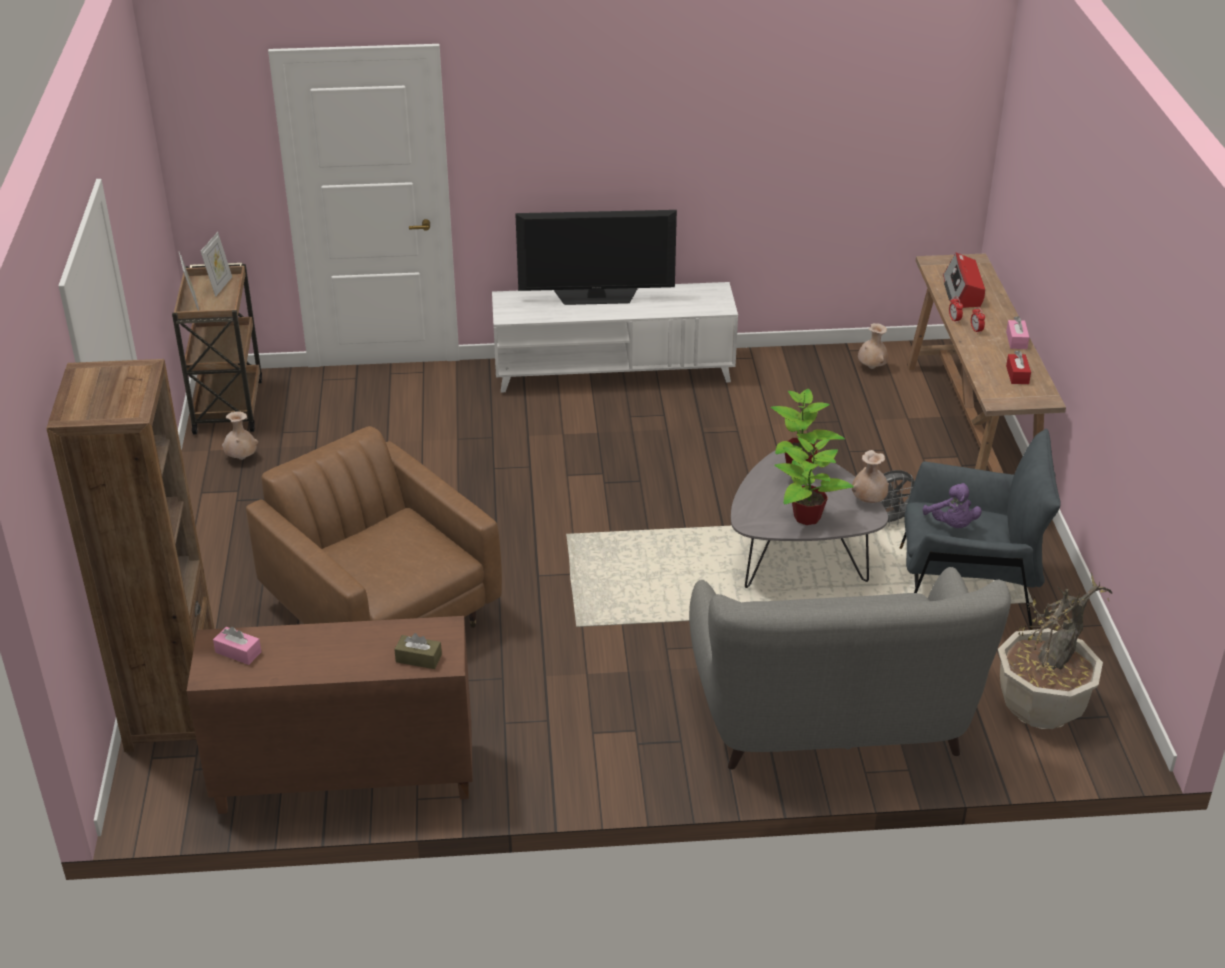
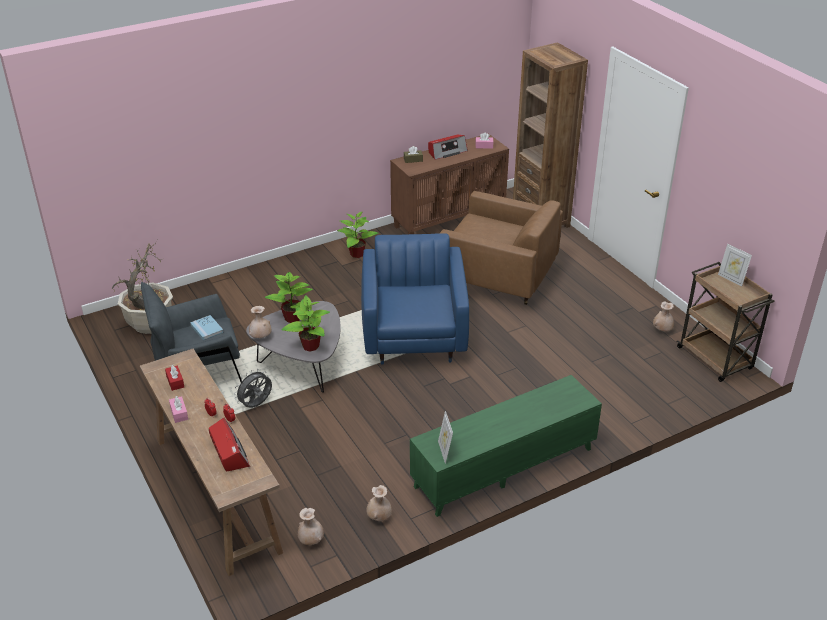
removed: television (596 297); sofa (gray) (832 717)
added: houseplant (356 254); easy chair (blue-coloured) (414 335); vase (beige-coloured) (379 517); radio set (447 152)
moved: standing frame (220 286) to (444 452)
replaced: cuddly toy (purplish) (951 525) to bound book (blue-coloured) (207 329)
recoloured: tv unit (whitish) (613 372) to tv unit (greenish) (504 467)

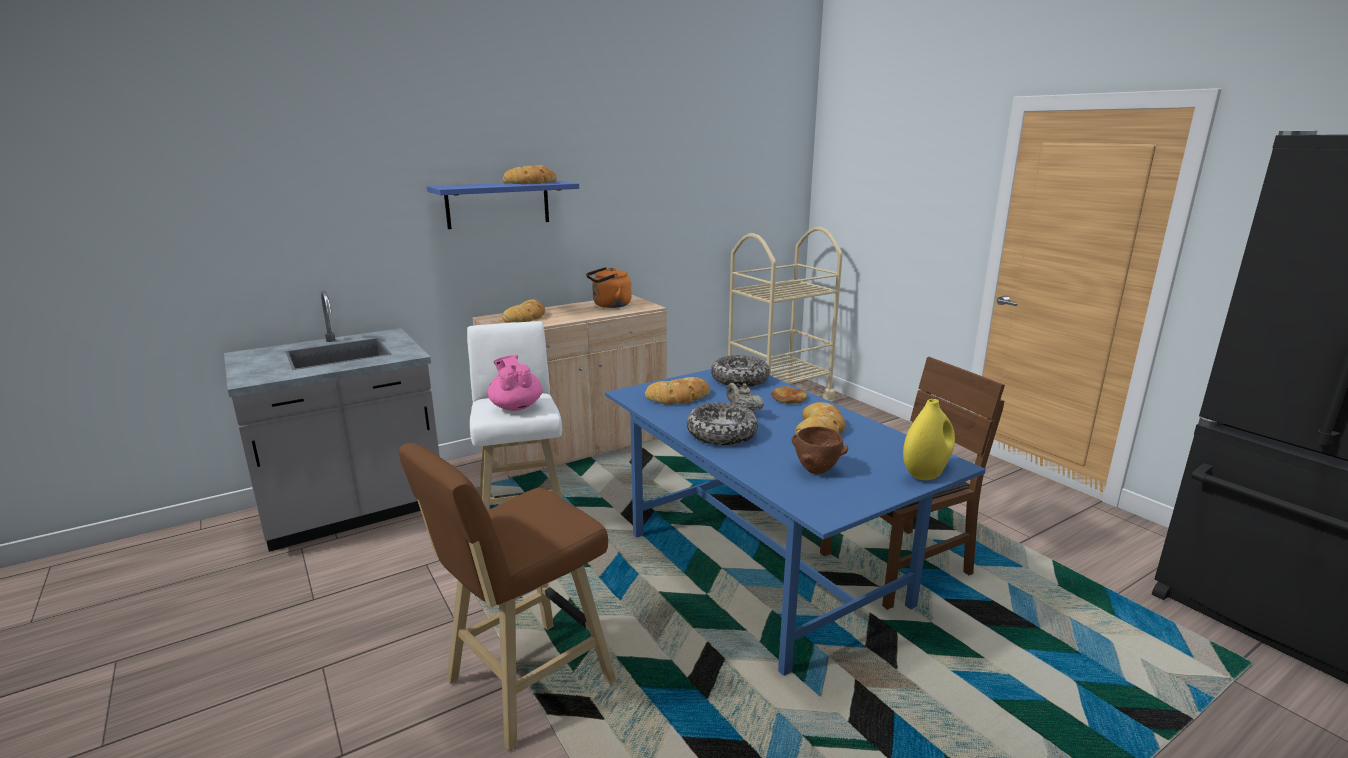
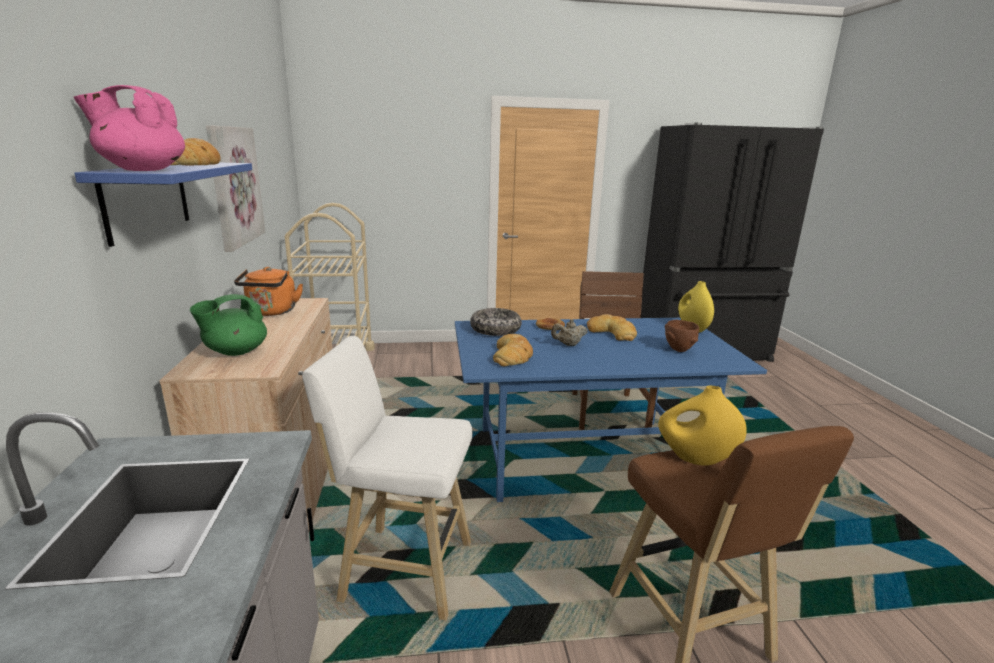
removed: bowl (721 434)
added: picture (234 186); vase (yellow-coloured) (695 459)
moved: pot for tea (pink-coloured) (516 406) to (142 170)
replaced: baked bread (527 317) to pot for tea (greenish) (235 352)

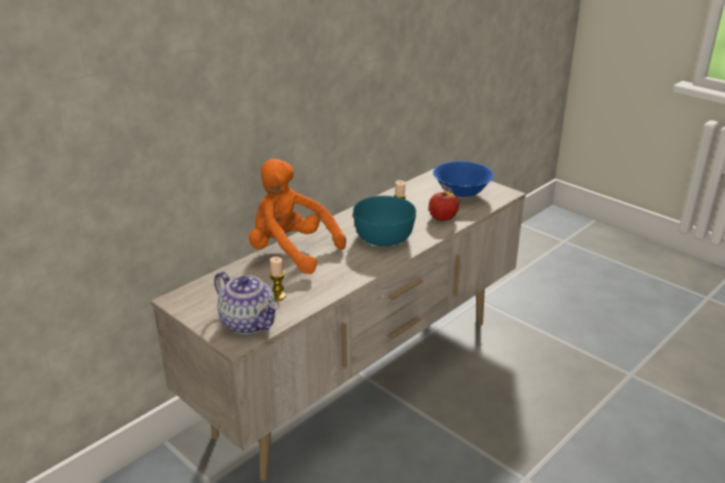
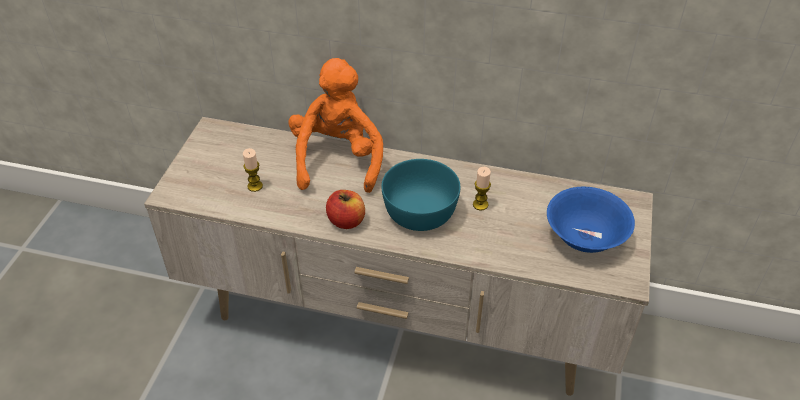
removed: pot for tea (249 322)
moved: apple fruit (442 217) to (346 221)

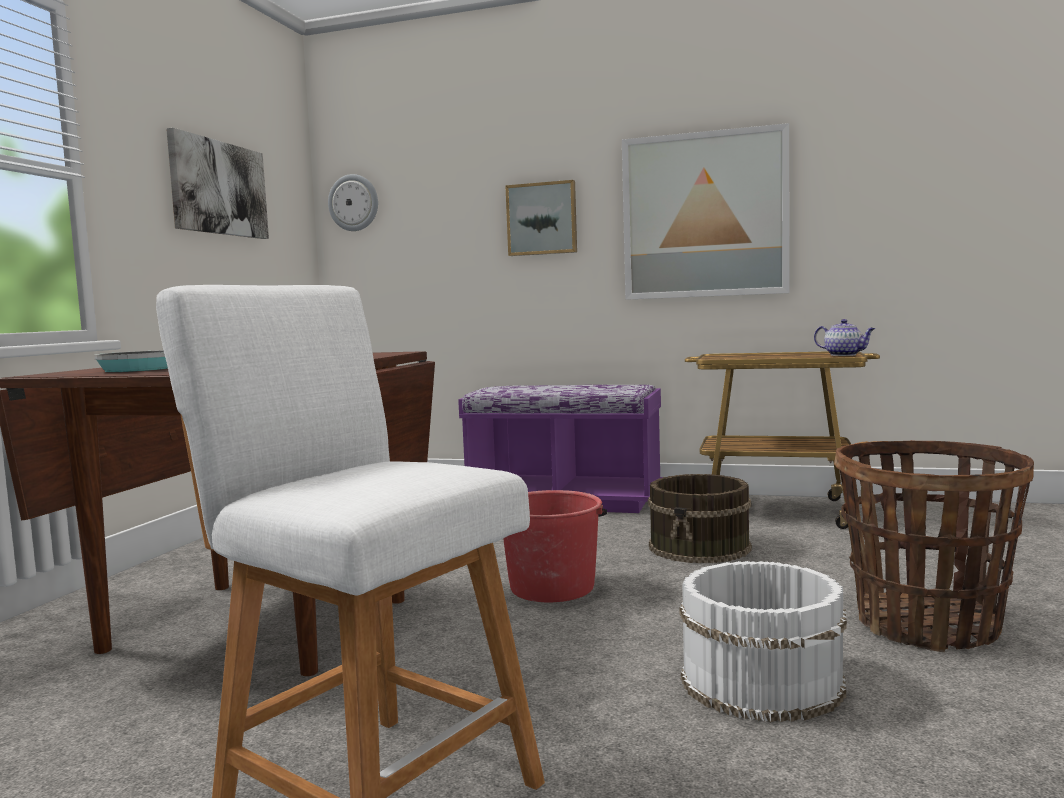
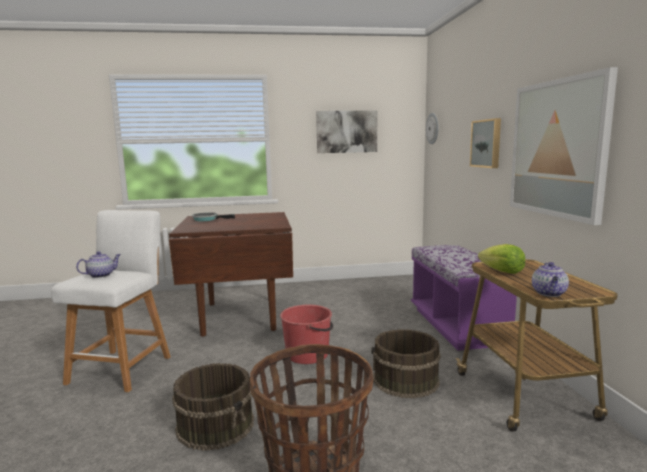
added: pot for tea (101 275); lettuce (502 272)
recoloured: water bucket (whitish) (760 681) to water bucket (brown-coloured) (216 424)

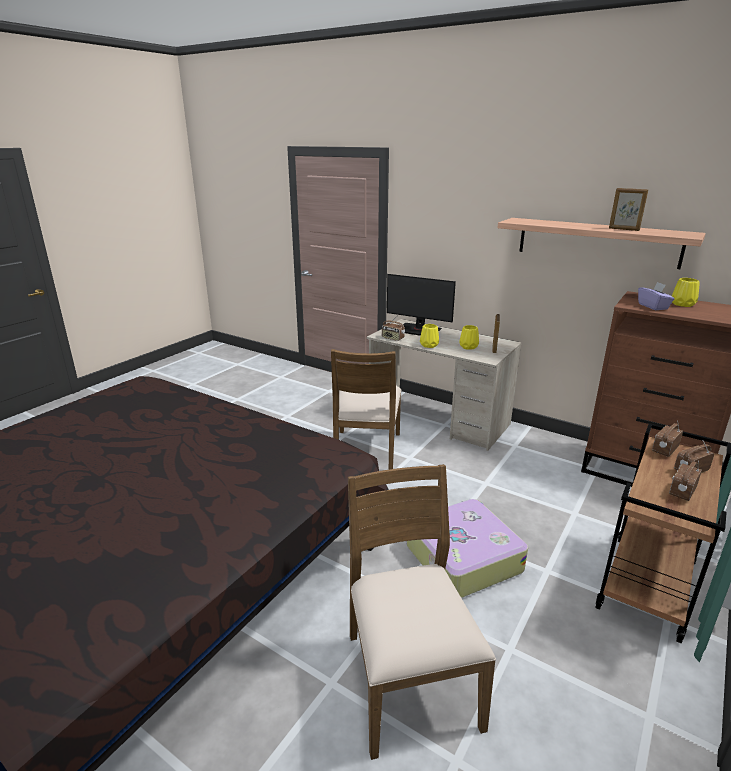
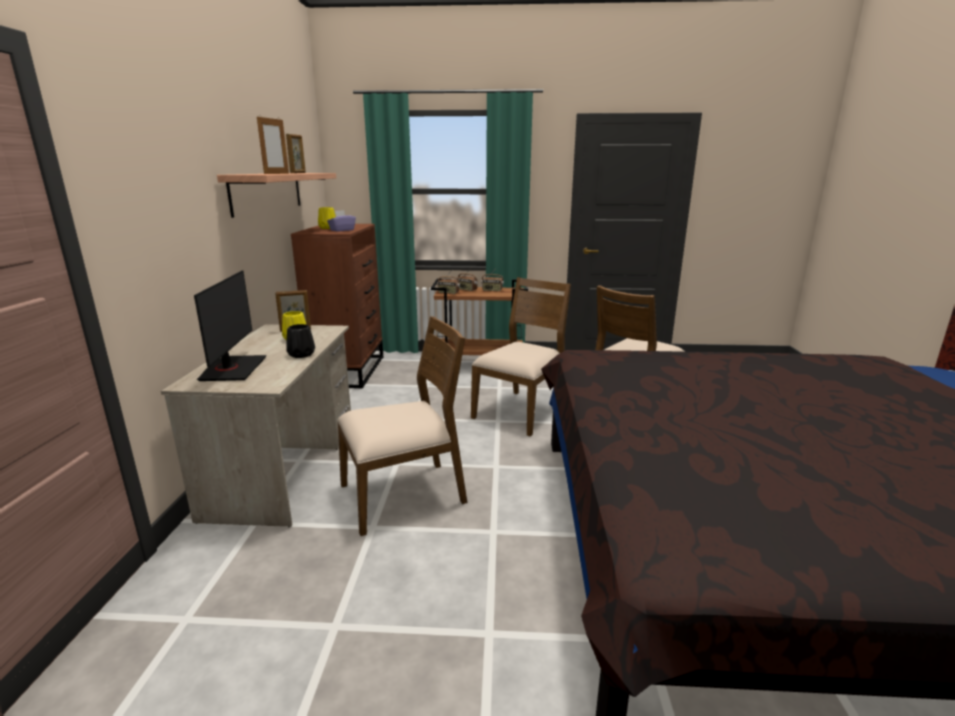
removed: radio set (392 338)
added: standing frame (276 173)
replaced: suitcase (461 557) to plain chair (brown-coloured) (521 411)
recoloured: vase (yellow-coloured) (429 345) to vase (blackish) (301 354)

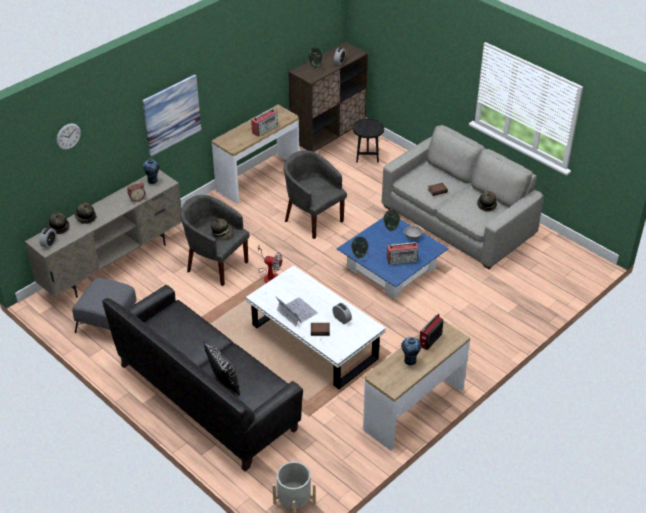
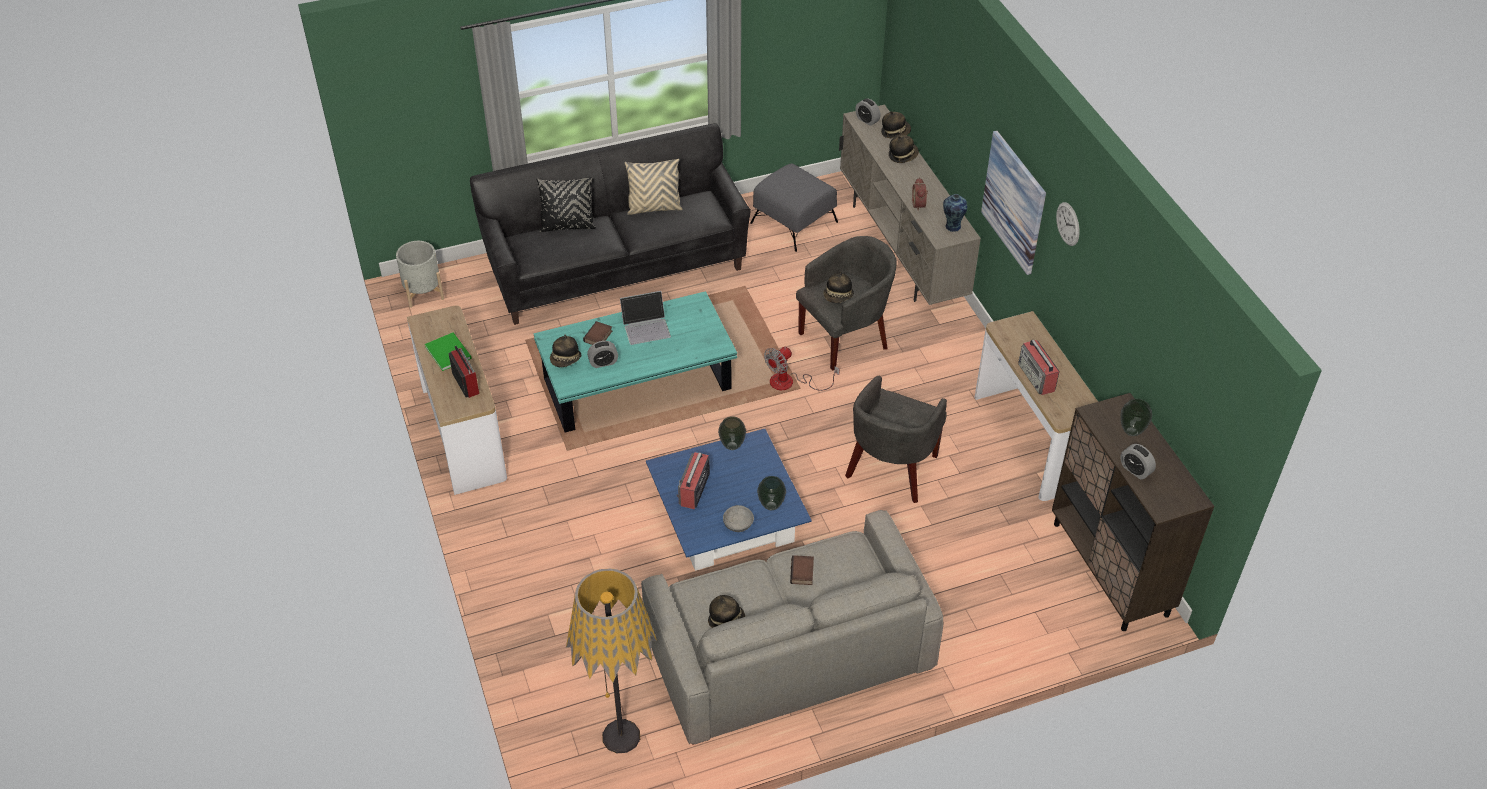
removed: accent table (blackish) (367 156)
added: wearable hat (566 360); floor lamp (621 736); pillow (beige-coloured) (654 208)
moved: hanging clock (68 136) to (1068 224)
replaced: vase (410 361) to bound book (greenish) (448 351)
recoloured: coffee table (whitish) (314 342) to coffee table (turquoise) (638 384)
turned: easy chair (gray) (313 219) = (891 470) 135 degrees clockwise

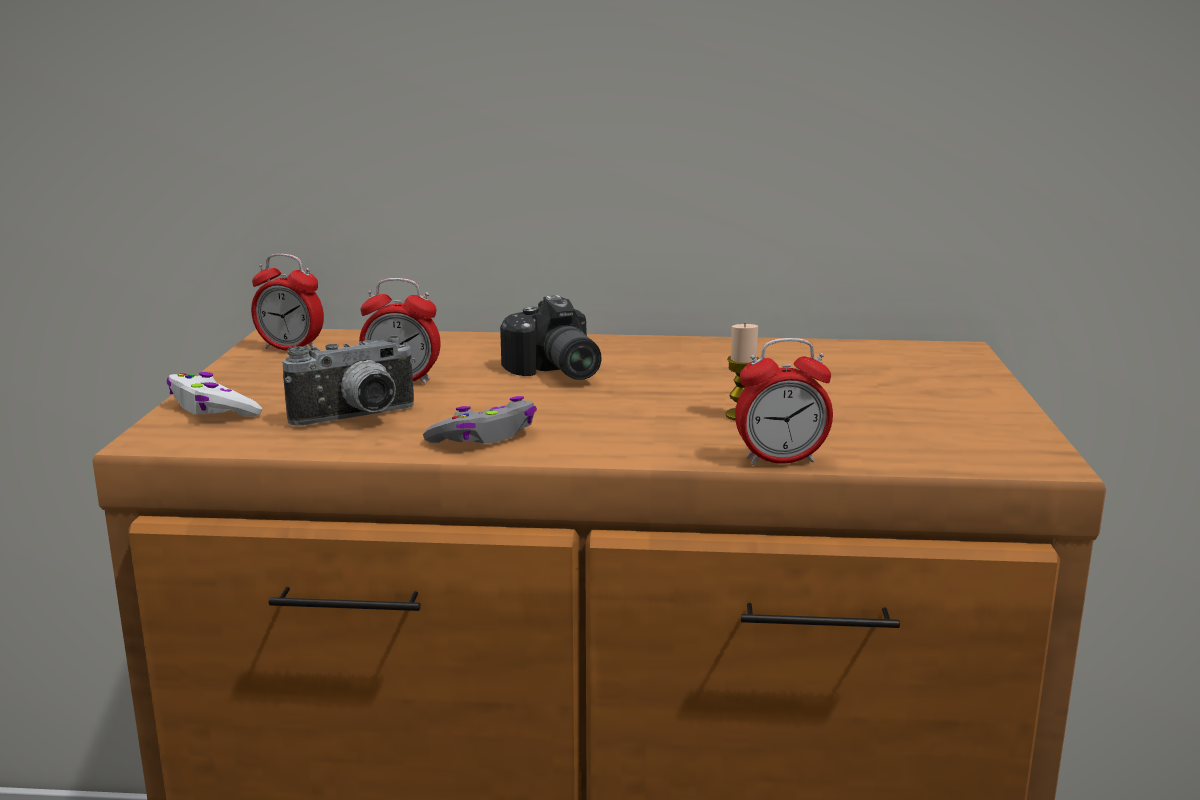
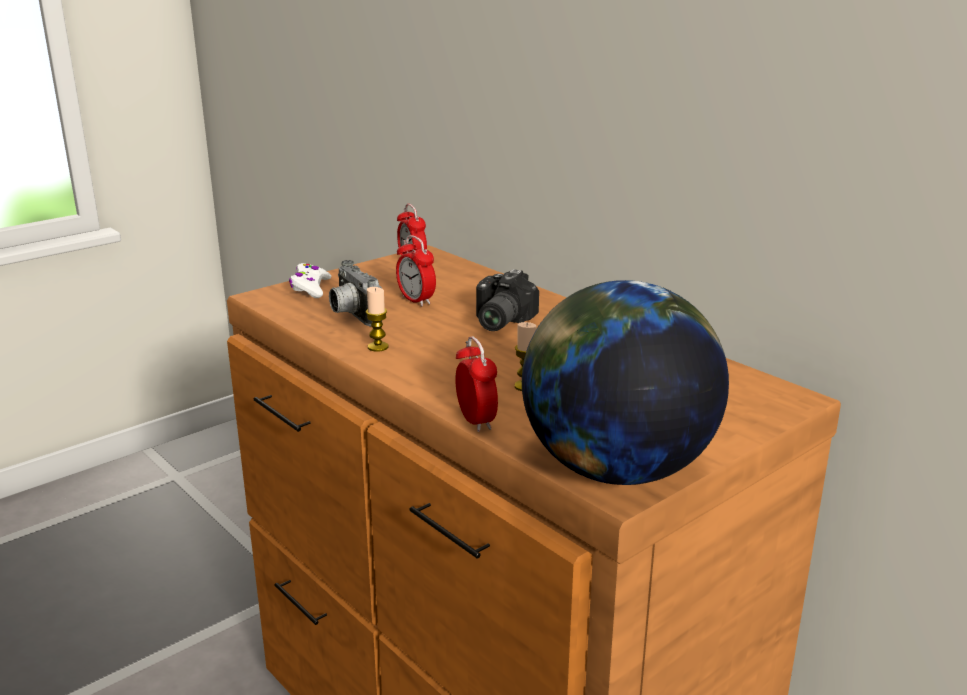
added: desk globe (616 469)
replaced: game controller (gray) (485 437) to candle (378 347)
turned: still camera (358 419) = (351 315) 45 degrees clockwise; table clock (781 460) = (476 420) 150 degrees counterclockwise

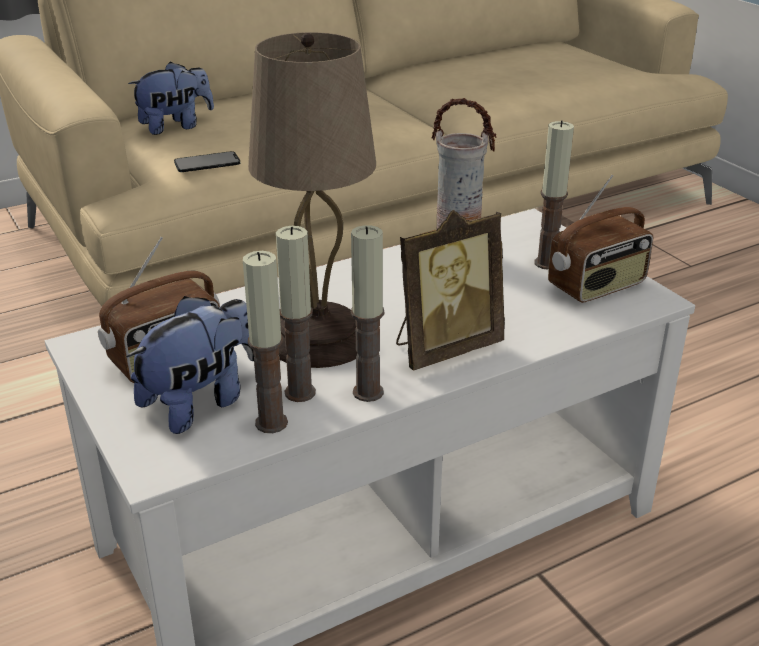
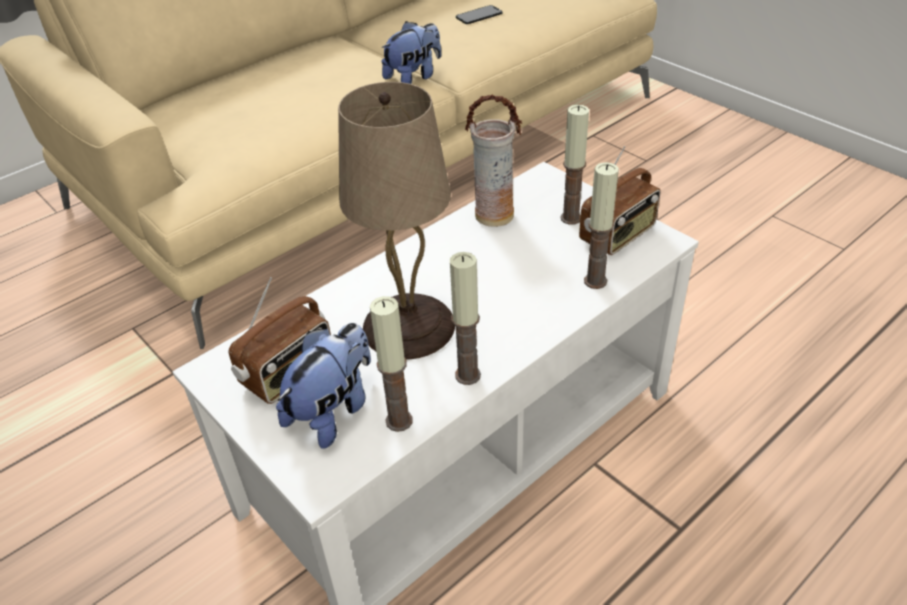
removed: standing frame (444 348)
moved: cuddly toy (175 126) to (414 77); handset (207 162) to (479 15); candle (300 392) to (595 281)

